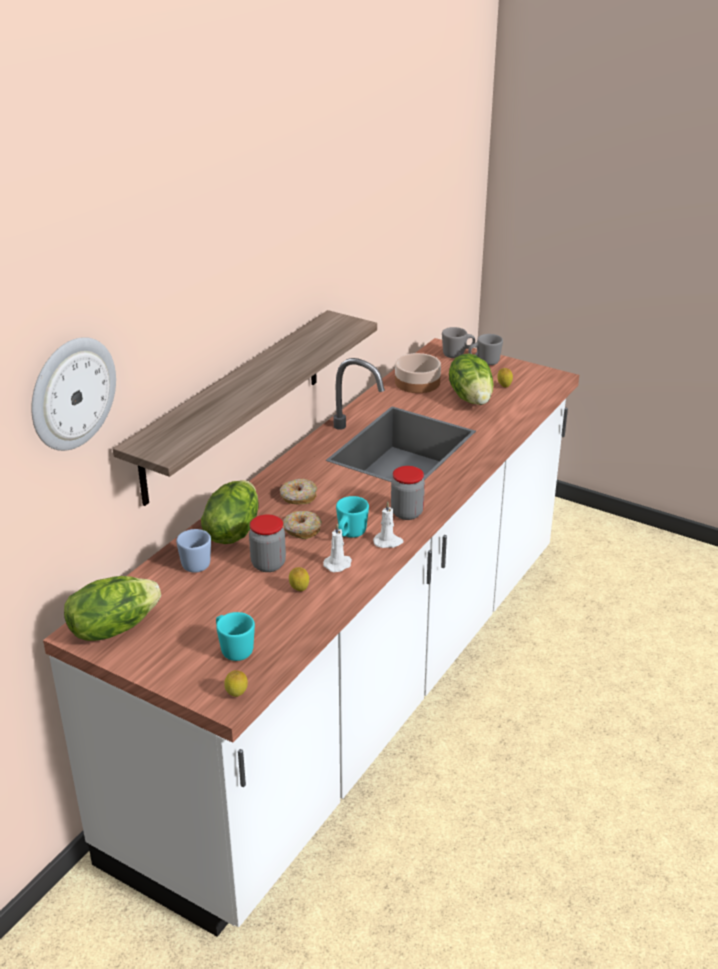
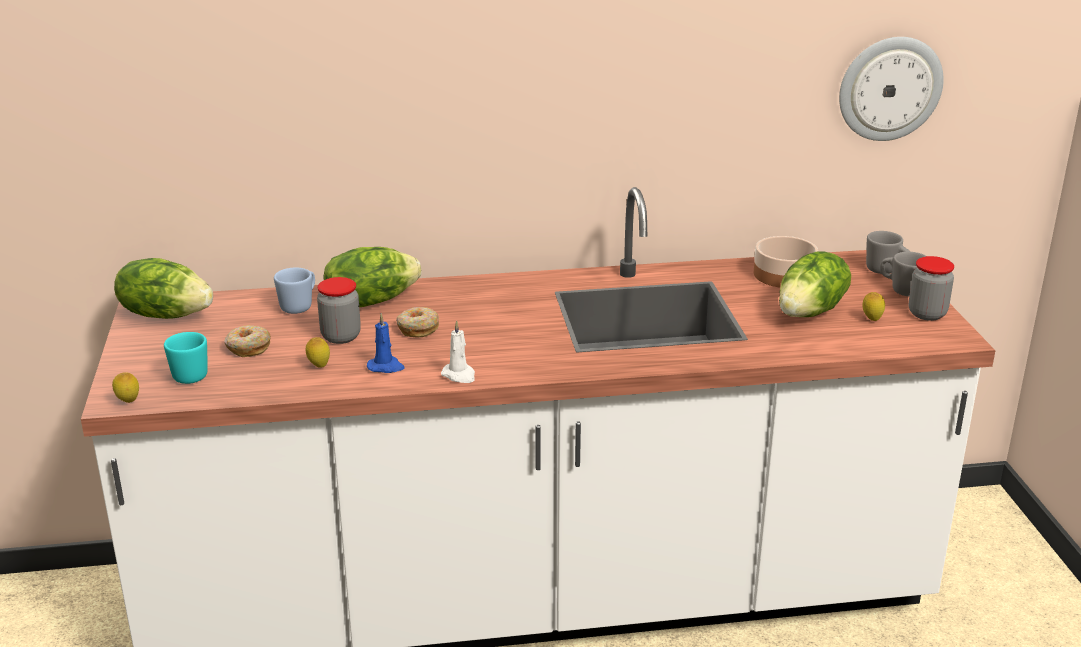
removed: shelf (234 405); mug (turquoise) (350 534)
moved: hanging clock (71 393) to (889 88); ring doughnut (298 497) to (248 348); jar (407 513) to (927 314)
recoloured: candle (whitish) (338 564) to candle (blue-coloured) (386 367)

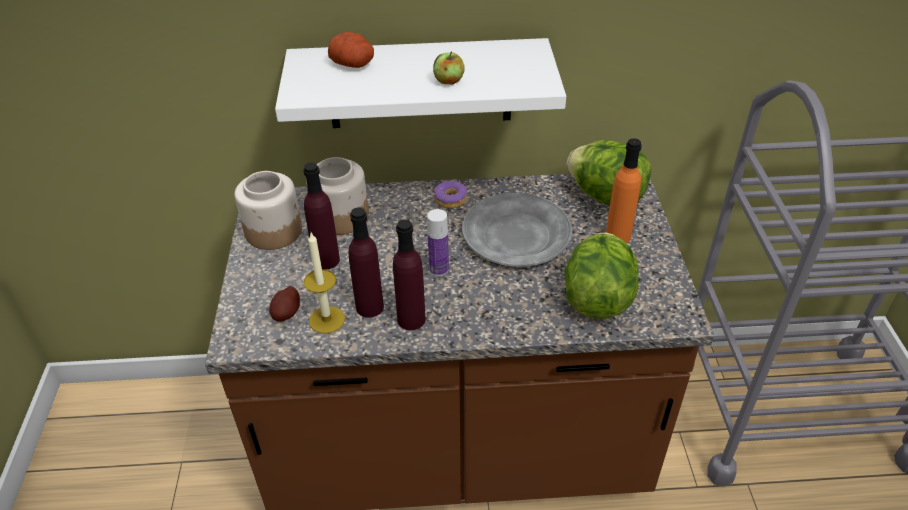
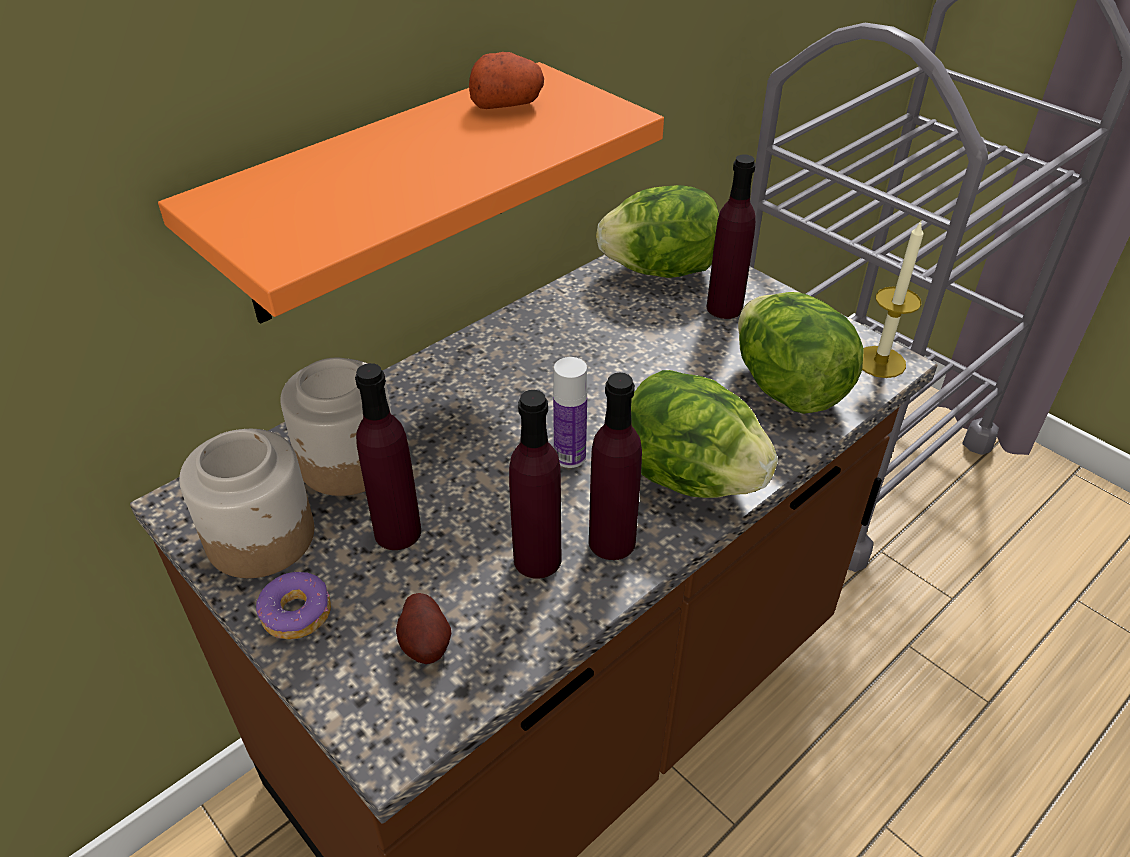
removed: apple fruit (448 81); flat dish (gray) (515 234)
added: lettuce (689 477)
moved: candle (327 320) to (880 362); potato (354 64) to (507 104); ring doughnut (451 199) to (297 614)
recoloured: shelf (whitish) (420 84) to shelf (orange) (380 195); bottle (orange) (618 236) to bottle (purplish) (724 308)

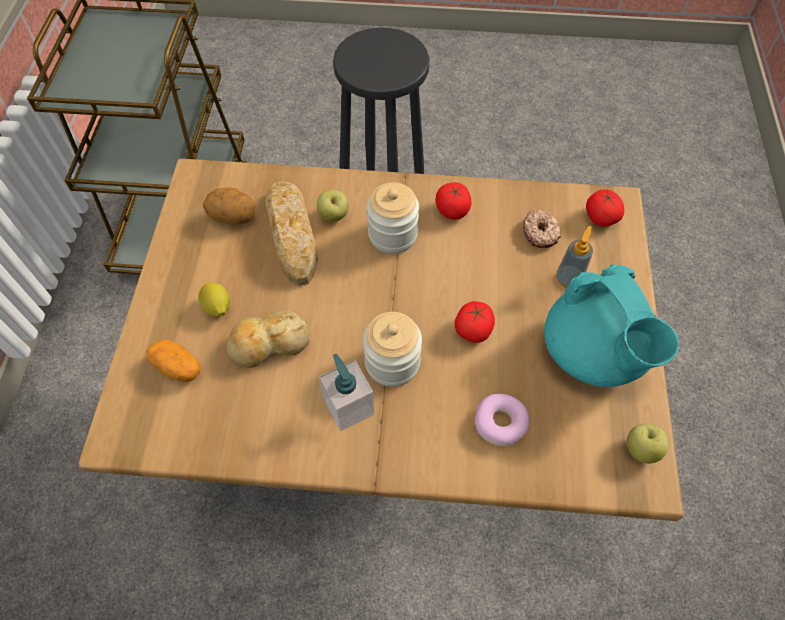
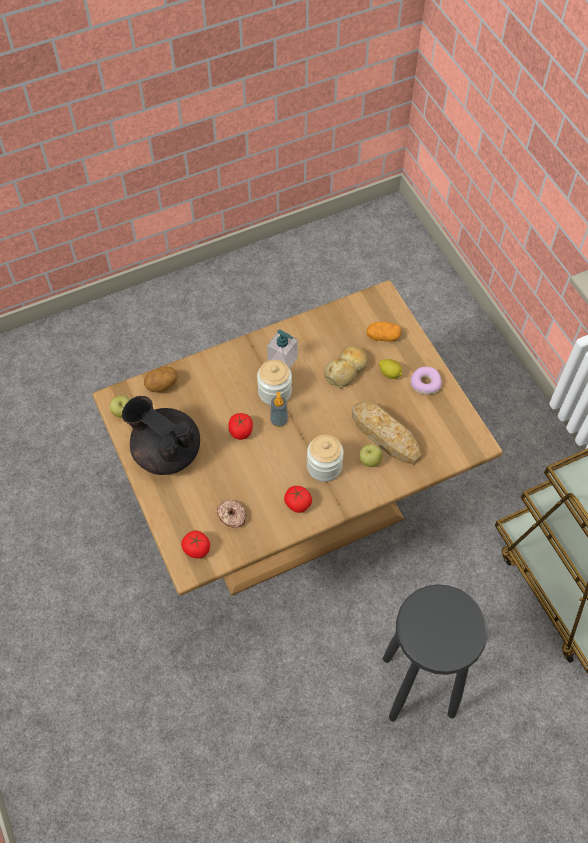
moved: potato (233 217) to (162 386); ring doughnut (500 423) to (425 383); soap bottle (568 279) to (279 420)
recoloured: pot for tea (turquoise) (593 353) to pot for tea (blackish) (166 451)

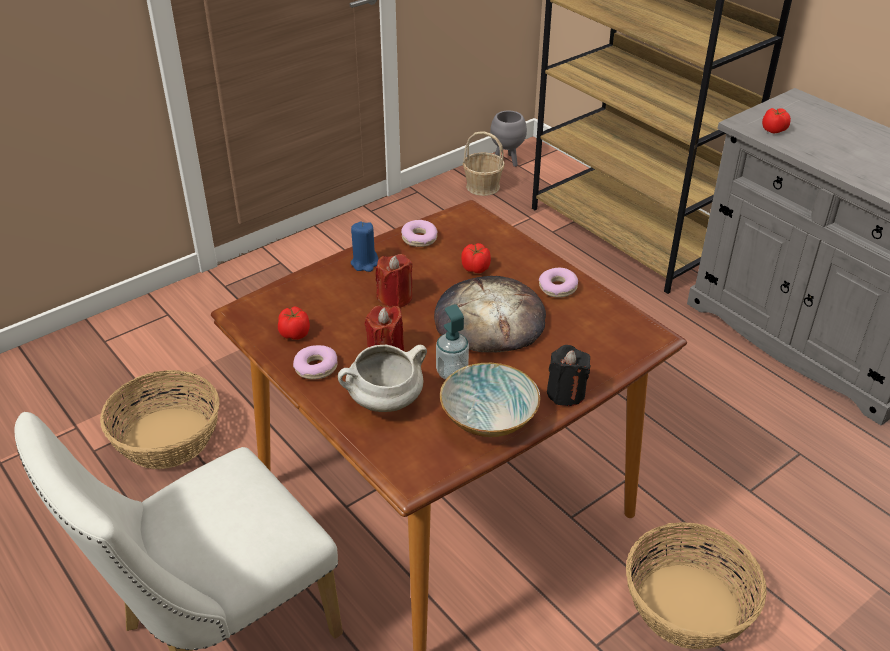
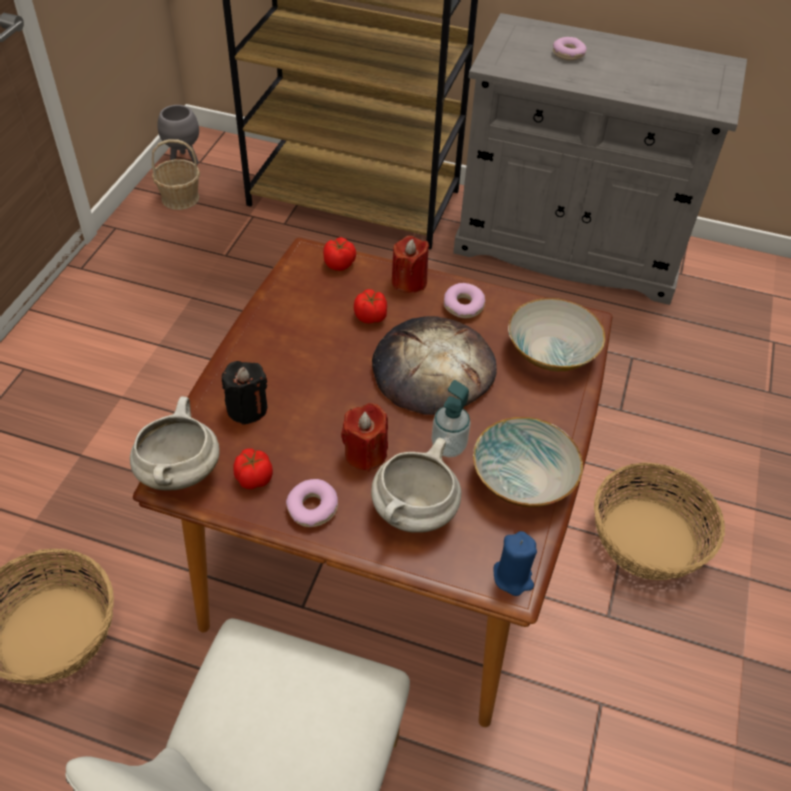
added: saucepot (whitish) (179 471); bowl (550 352)
moved: candle (blue-coloured) (365 263) to (513 577); candle (reddish) (395 297) to (409 281); ring doughnut (419 239) to (568 54); candle (blackish) (566 393) to (247 408); whole tomato (774 130) to (340 264)

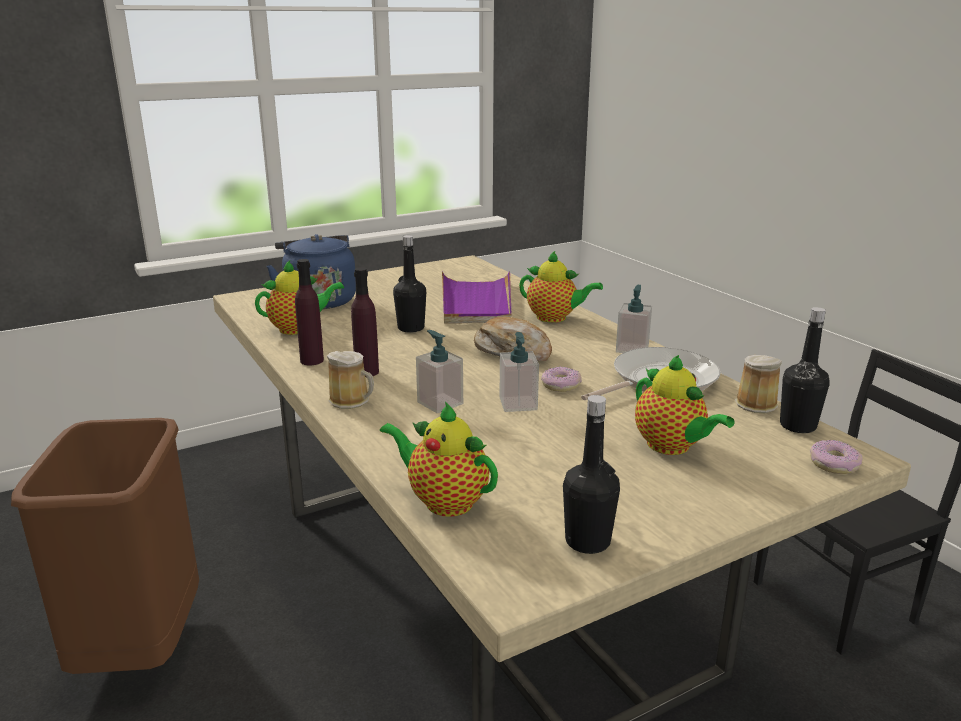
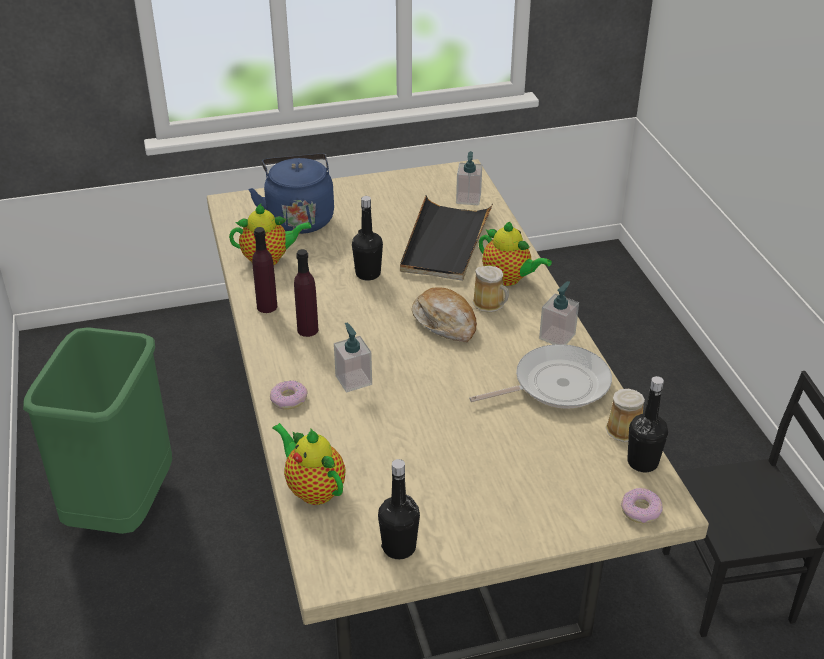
removed: pot for tea (672 447)
moved: mug (352 401) to (490 304); soap bottle (518 404) to (468 199); ring doughnut (560 385) to (288 399)
recoloured: rubbish bin (brown-coloured) (142 647) to rubbish bin (greenish) (123 507); serving tray (purplish) (476 302) to serving tray (blackish) (445 242)

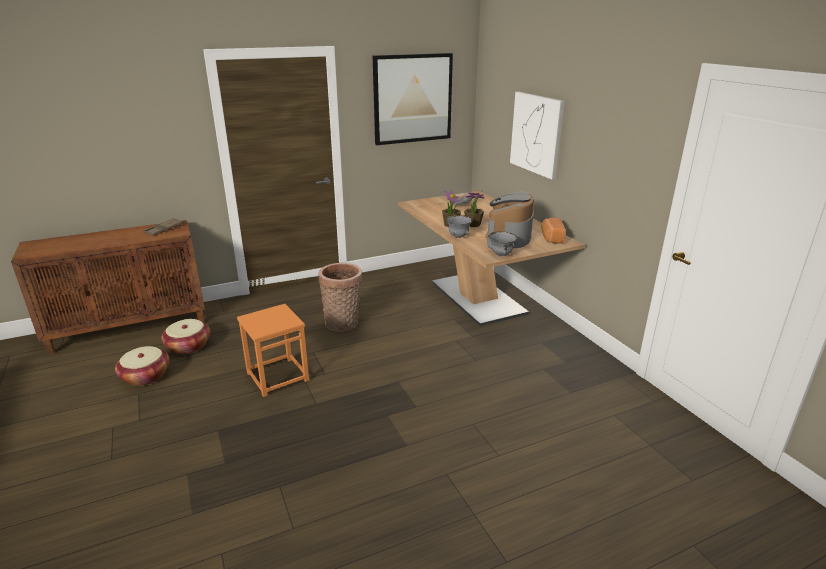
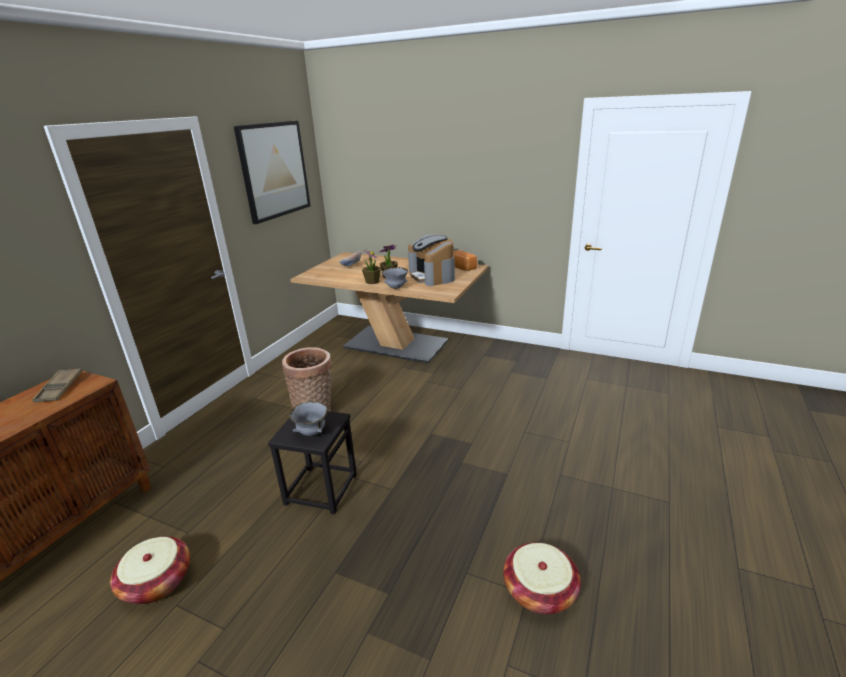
removed: picture (536 134)
moved: basket (188 346) to (539 591); bowl (gray) (501 255) to (311 433)
recoloured: stool (orange) (277 376) to stool (blackish) (320 489)

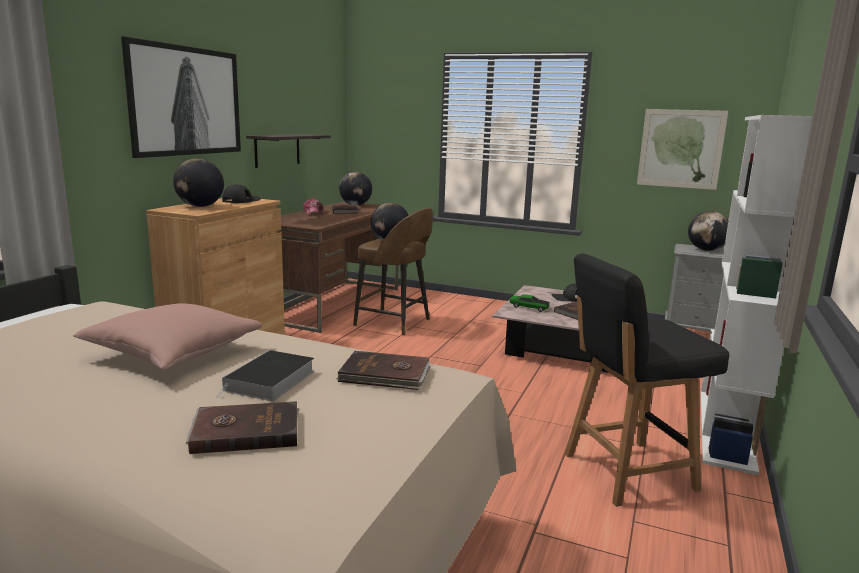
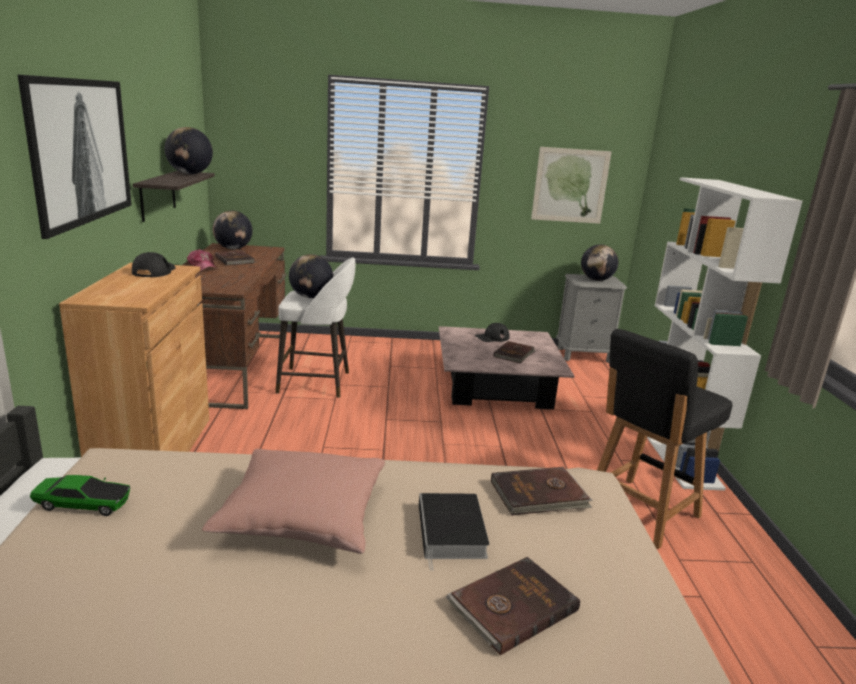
moved: desk globe (200 206) to (190 174); toy car (529 307) to (83 504)
recoloured: stool (brown-coloured) (394 323) to stool (whitish) (316 383)

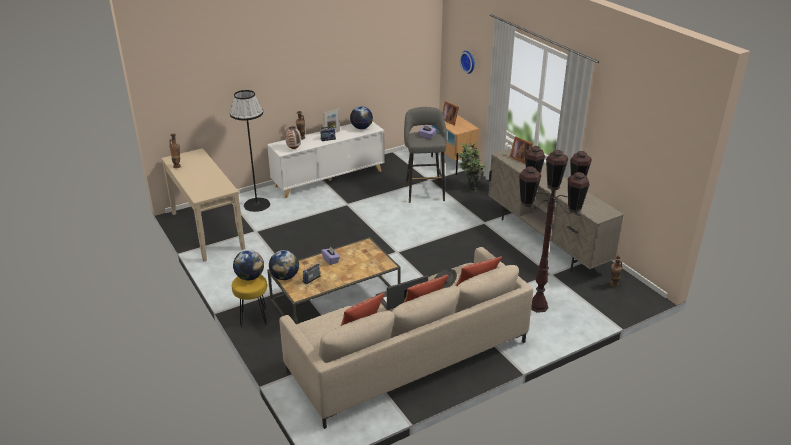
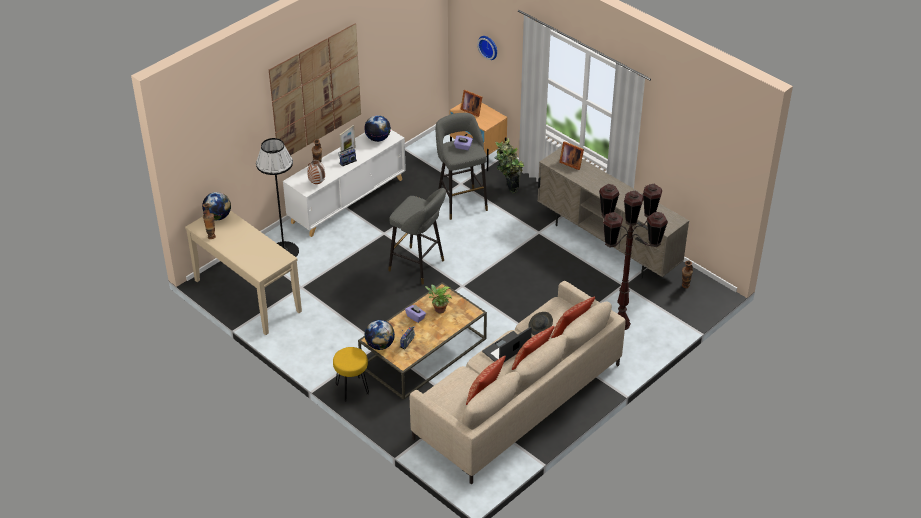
added: picture (315 92); stool (gray) (419 266); houseplant (438 310)
moved: desk globe (250 277) to (218 217)

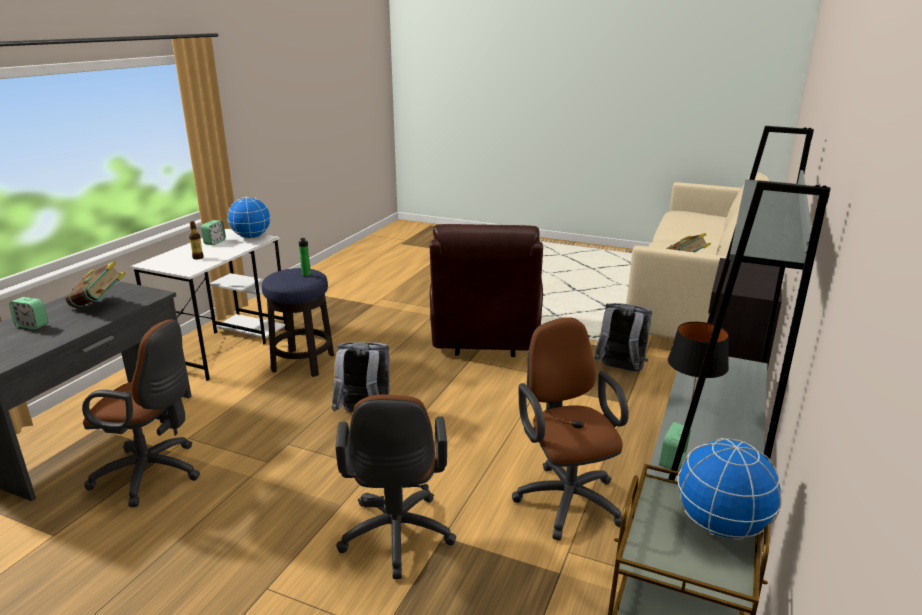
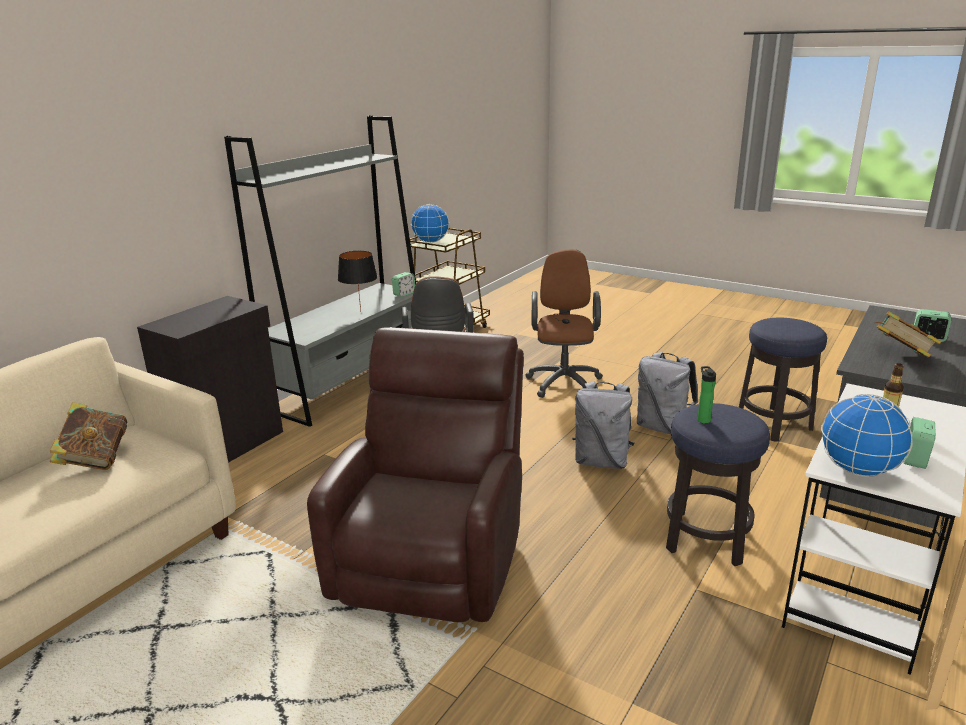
moved: backpack (gray) (620 370) to (663 427)
replaced: computer chair (brown-coloured) (153 474) to stool (773 424)

